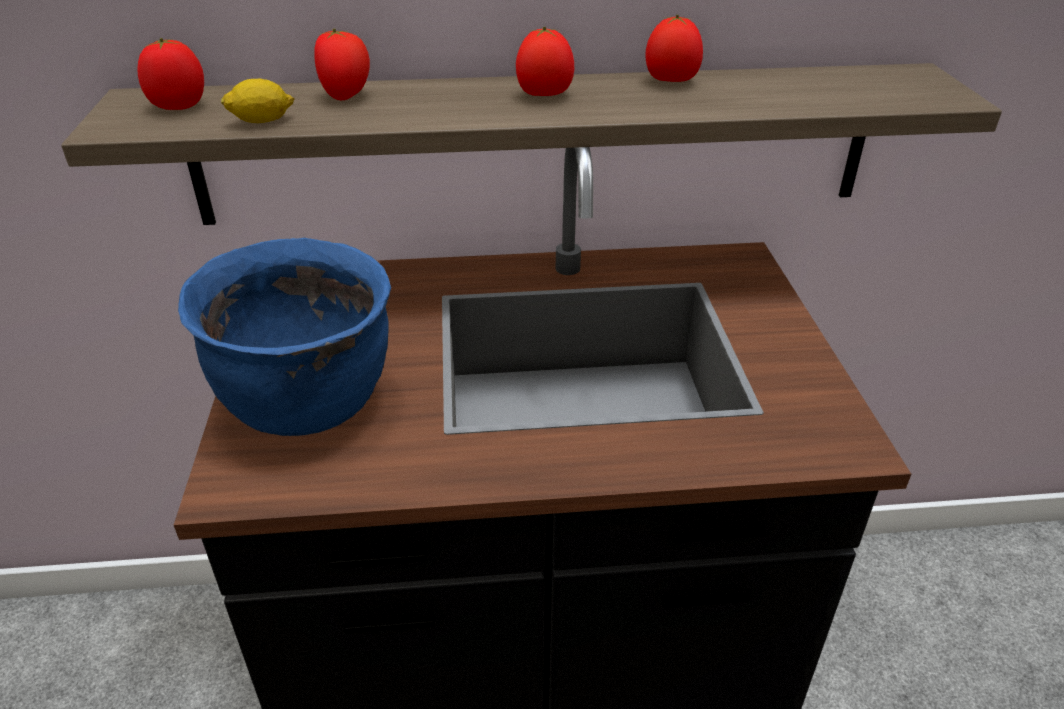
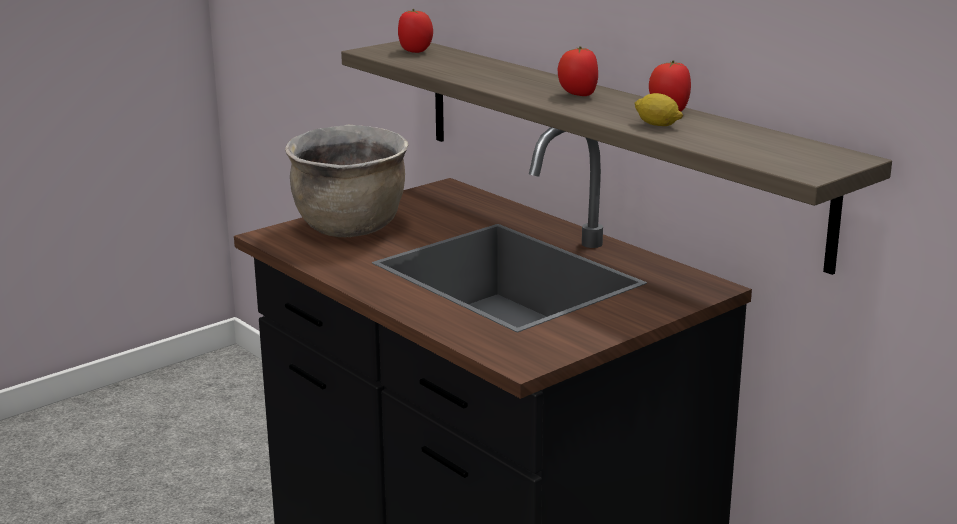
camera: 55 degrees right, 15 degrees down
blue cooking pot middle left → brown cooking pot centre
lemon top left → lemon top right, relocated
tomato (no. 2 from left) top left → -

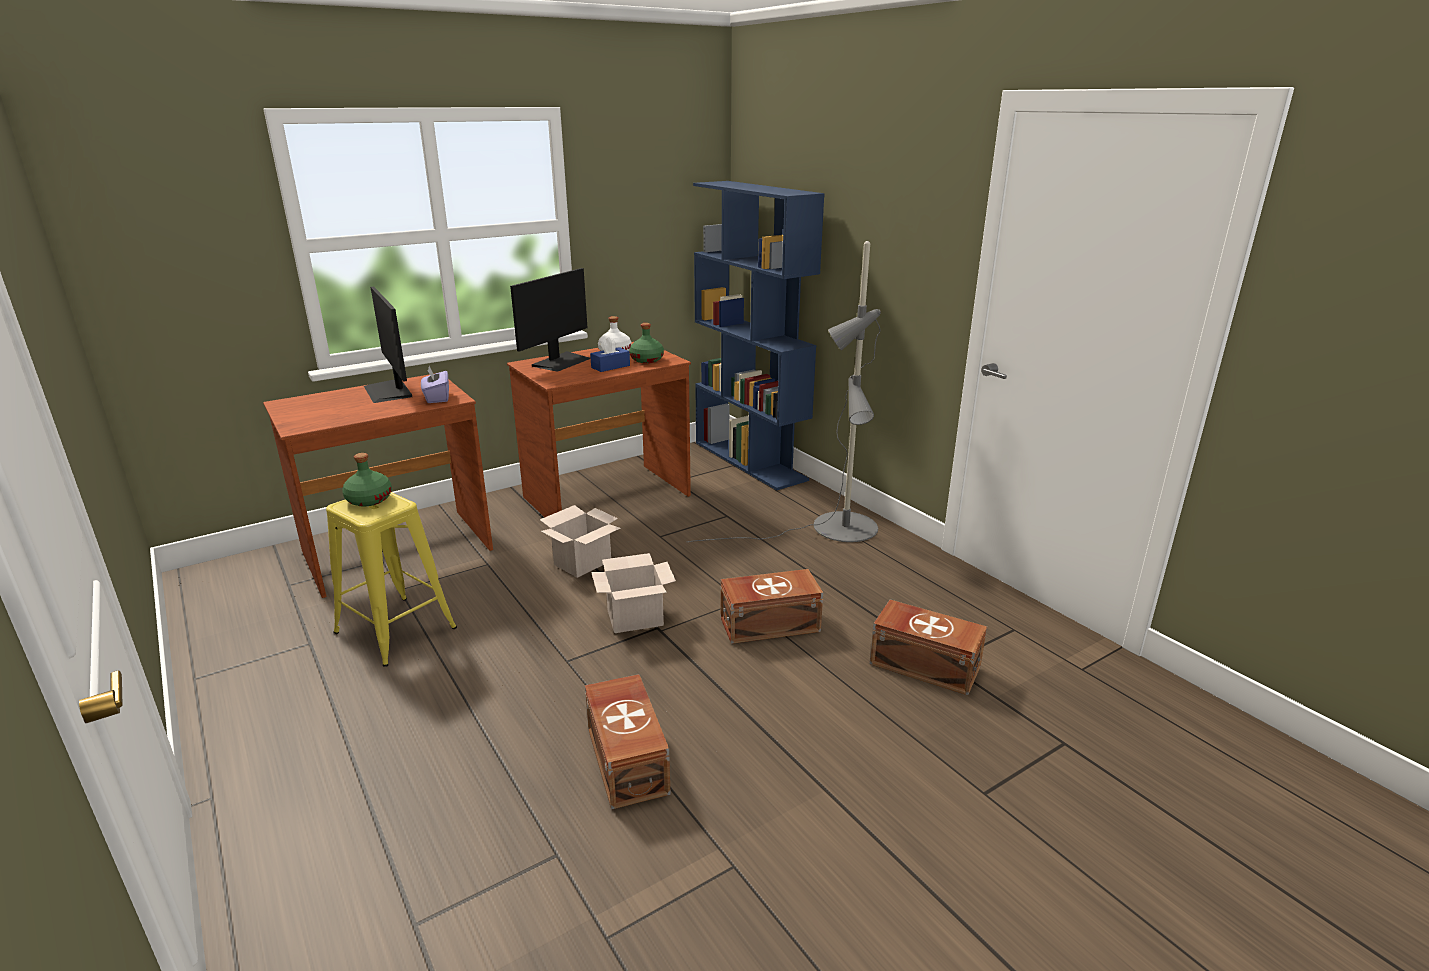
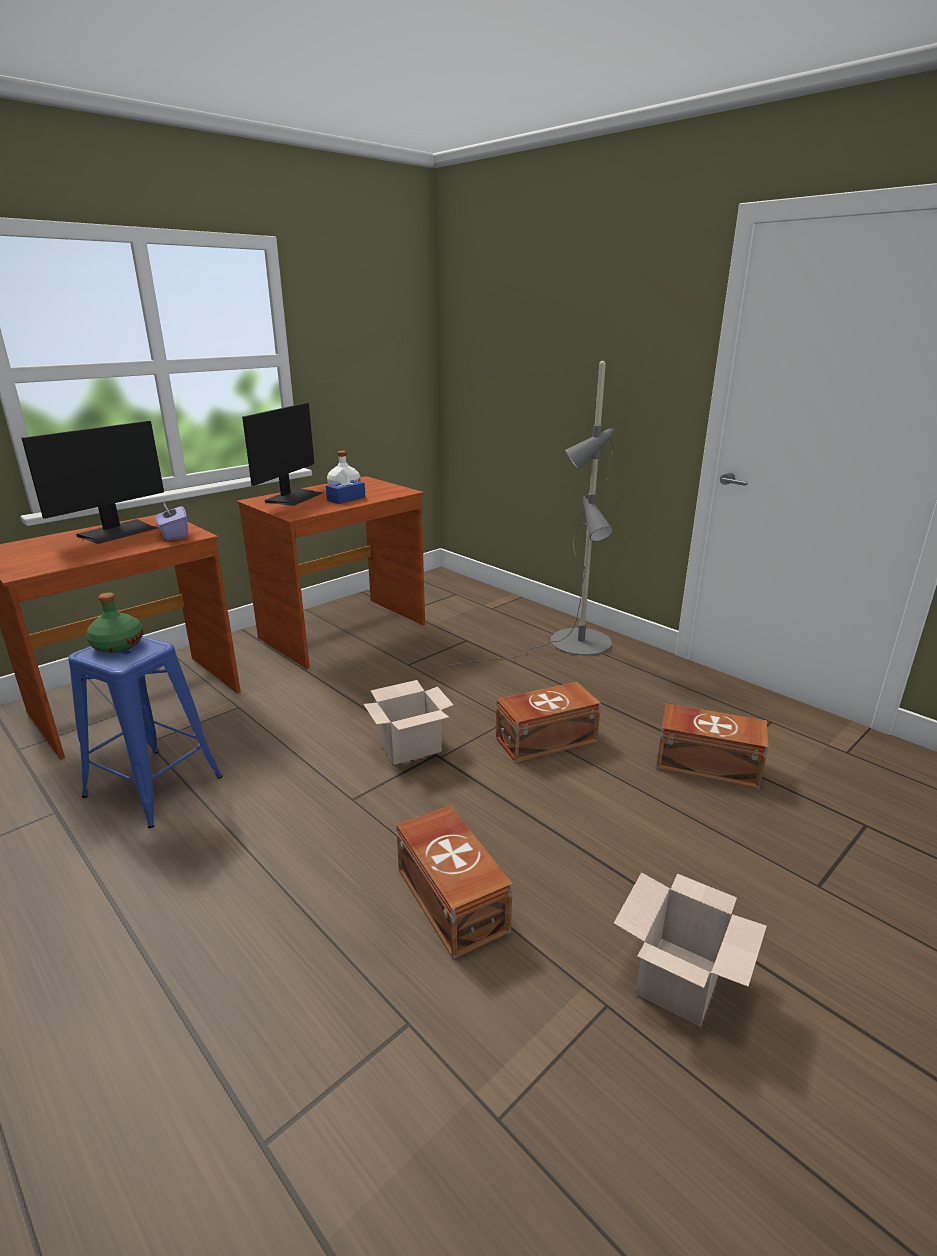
camera: 10 degrees left, 0 degrees up
monitor (no. 1 from left) middle left, 105 degrees counterclockwise
yellow stool middle left → blue stool middle left
cardboard box (no. 1 from left in the first image) centre → cardboard box (no. 2 from left) bottom right, relocated
green bottle (no. 2 from left) centre → -
blue bookcase centre → -

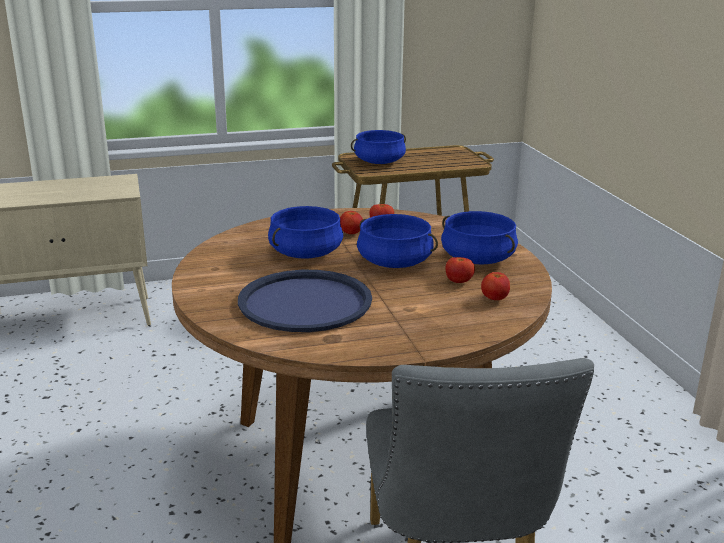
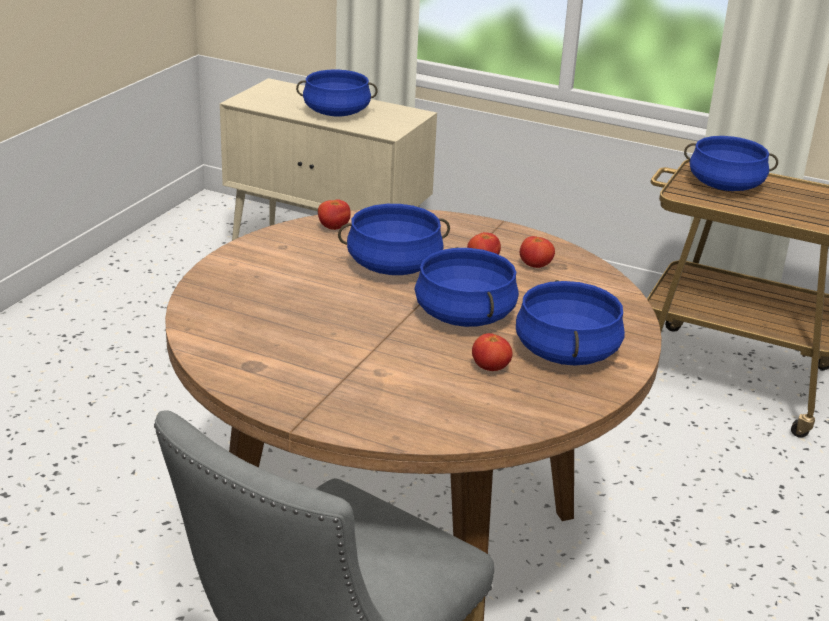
camera: 40 degrees right, 5 degrees up
- → blue cooking pot (no. 1 from left) top centre
tomato (no. 4 from left in the first image) middle right → tomato (no. 1 from left) centre, relocated
blue tray centre → -

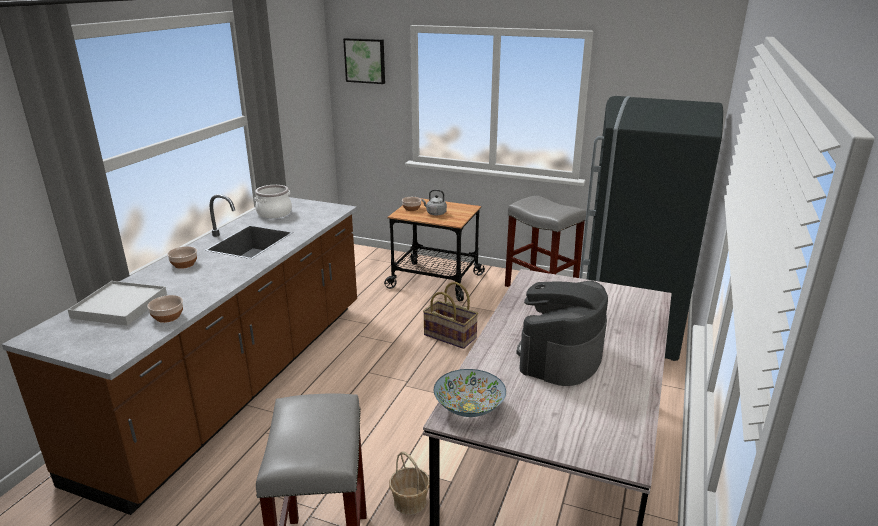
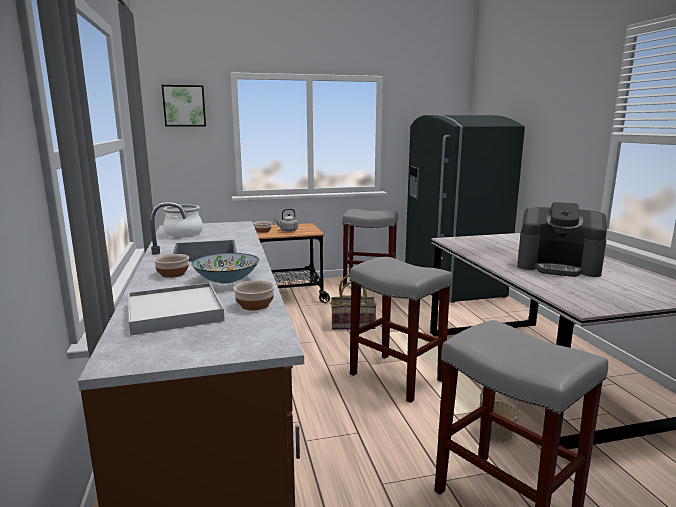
camera: 35 degrees left, 10 degrees down
bowl (no. 4 from left in the first image) bottom centre → bowl (no. 2 from left) middle left, relocated
- → grey stool (no. 2 from left) centre
coffee machine centre → coffee machine middle right, 60 degrees counterclockwise

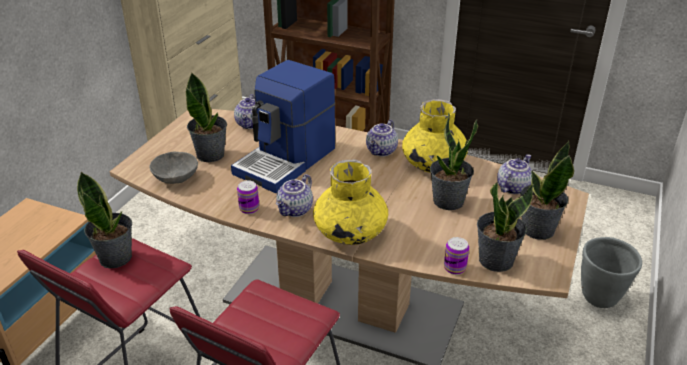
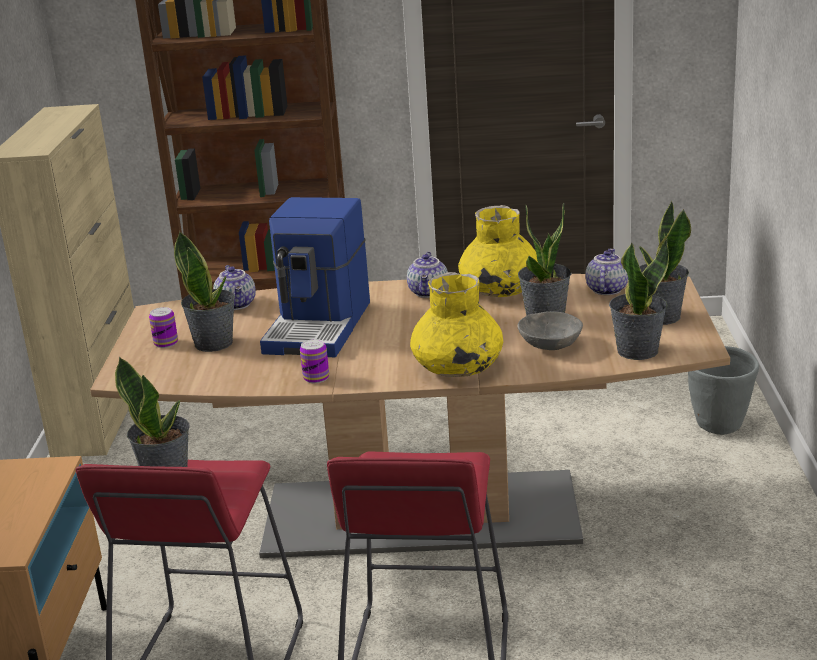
camera: 20 degrees left, 10 degrees down
can (no. 2 from left in the first image) bottom centre → can (no. 1 from left) middle left, relocated
grey bowl middle left → grey bowl middle right, relocated
teapot (no. 2 from left) centre → -

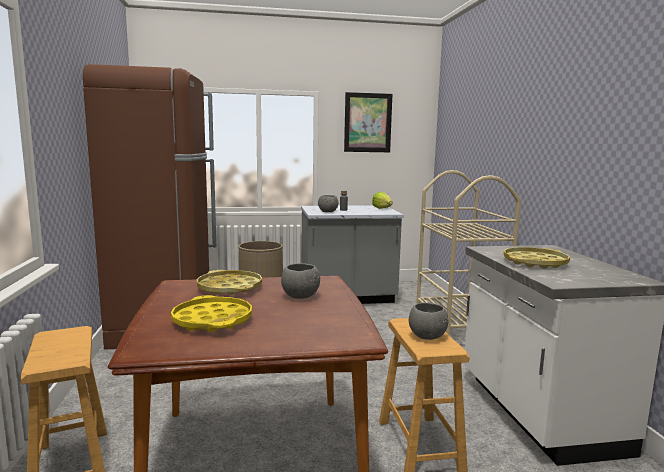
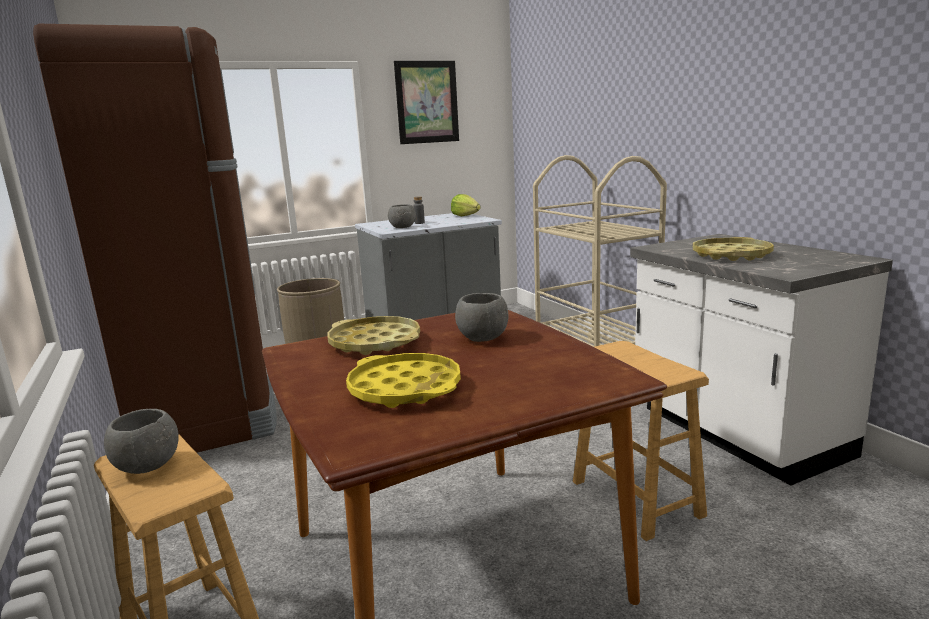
camera: 15 degrees left, 5 degrees up
grey bowl (no. 3 from left in the first image) bottom centre → grey bowl (no. 1 from left) bottom left, relocated

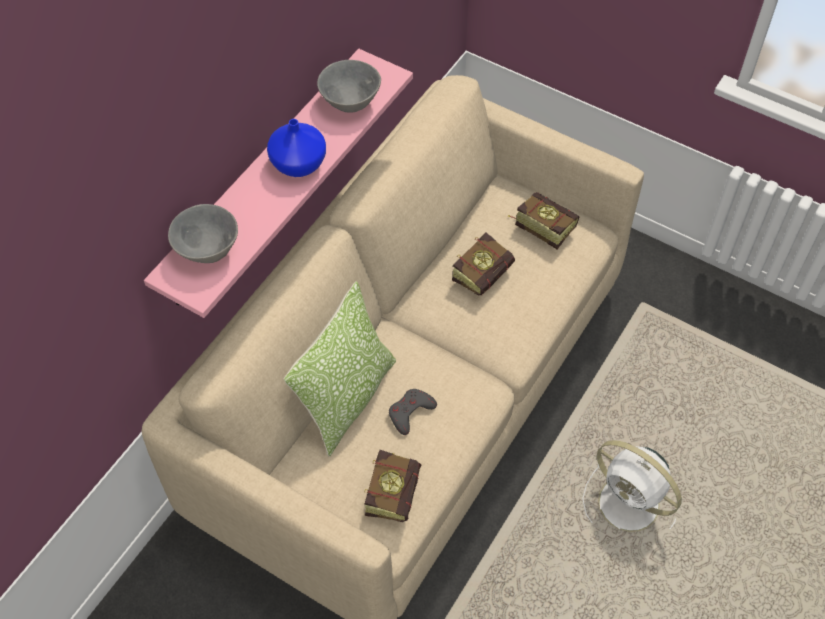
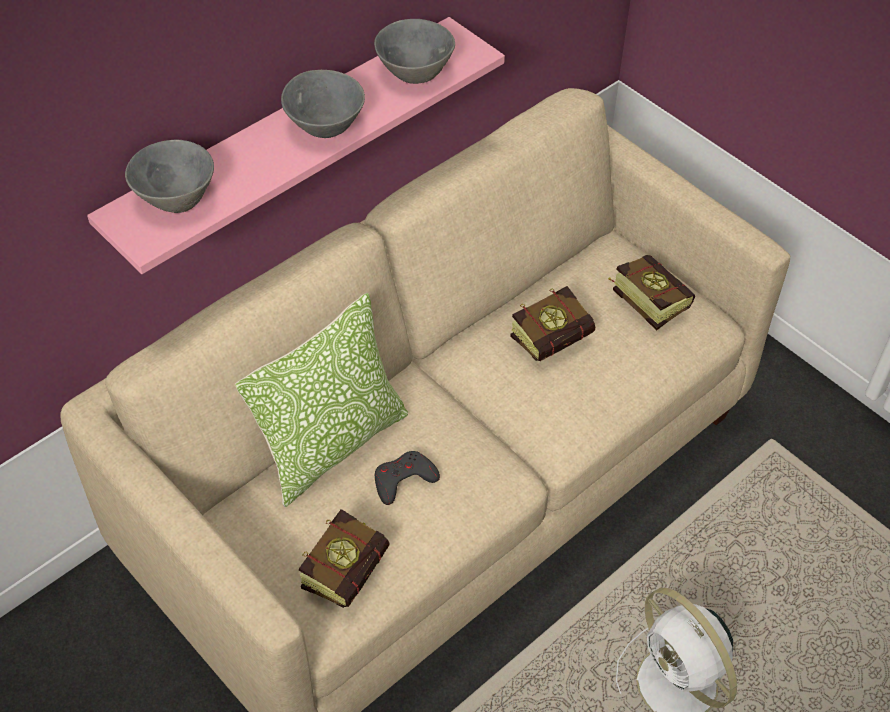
camera: 15 degrees right, 5 degrees down
blue vase top centre → grey bowl (no. 2 from left) top centre

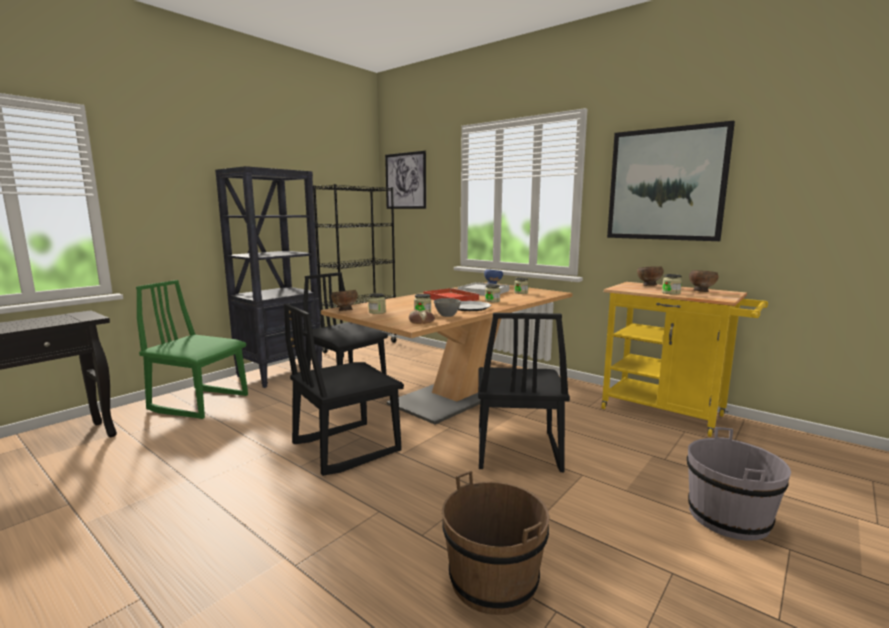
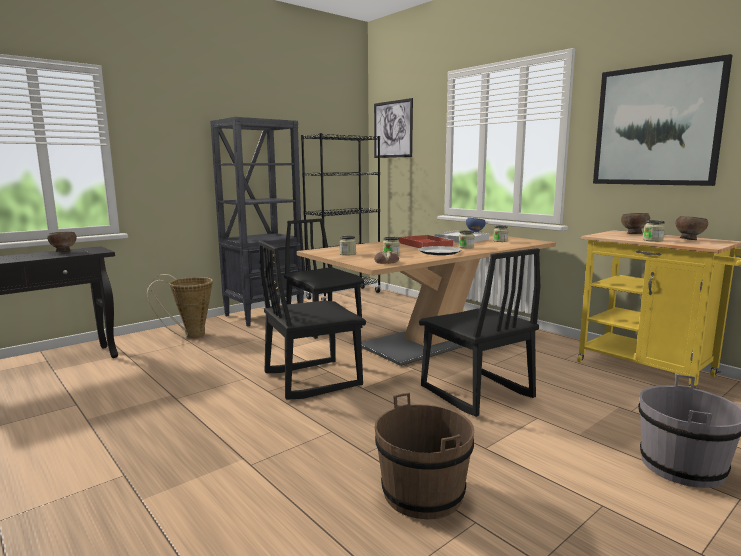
camera: 10 degrees right, 0 degrees up
brown bowl (no. 1 from left) centre → brown bowl (no. 1 from left) middle left, relocated
green chair middle left → basket middle left
black chair (no. 3 from left) centre, 45 degrees counterclockwise
grey bowl centre → -

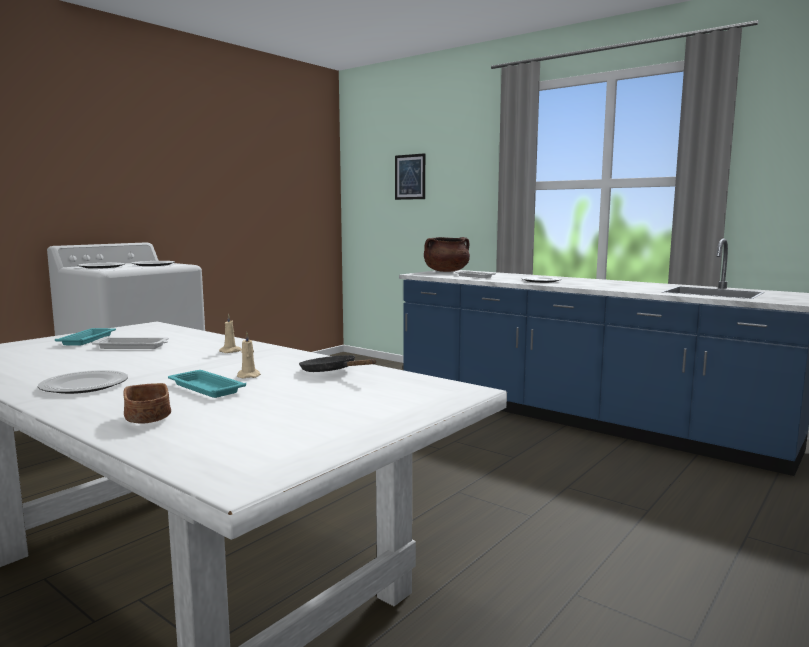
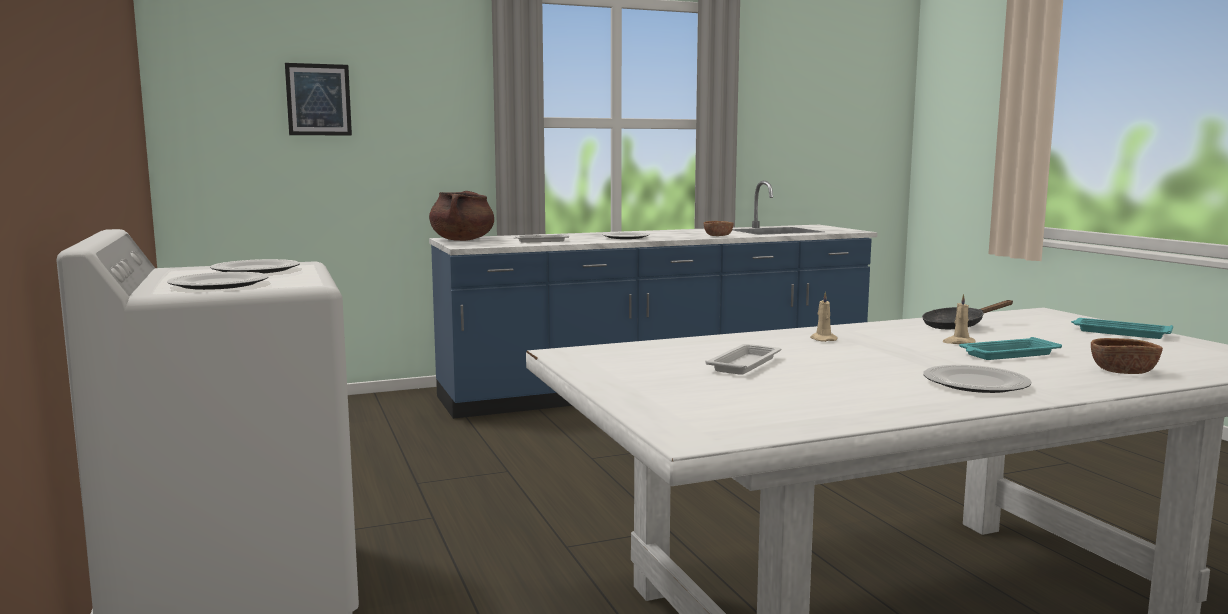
camera: 60 degrees left, 0 degrees up
- → brown bowl (no. 1 from left) centre
turquoise tray (no. 1 from left in the first image) middle left → turquoise tray (no. 2 from left) middle right, relocated

